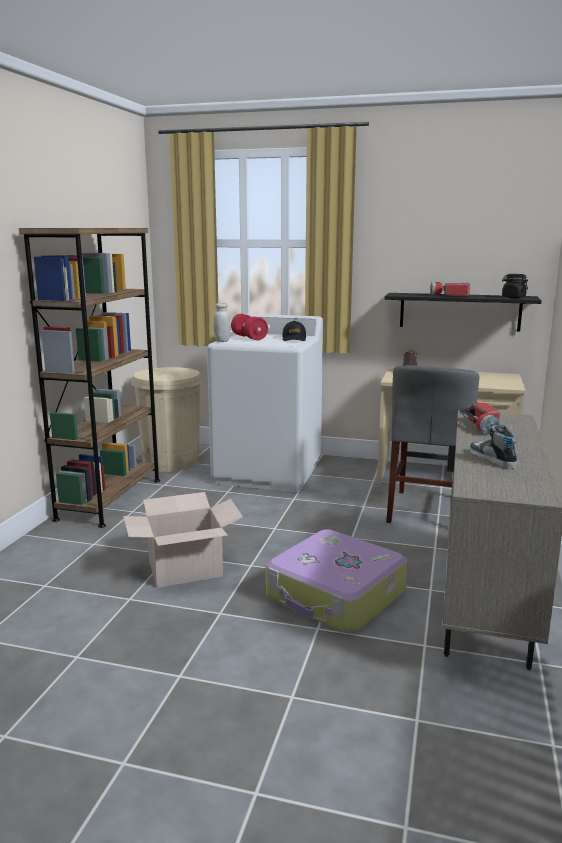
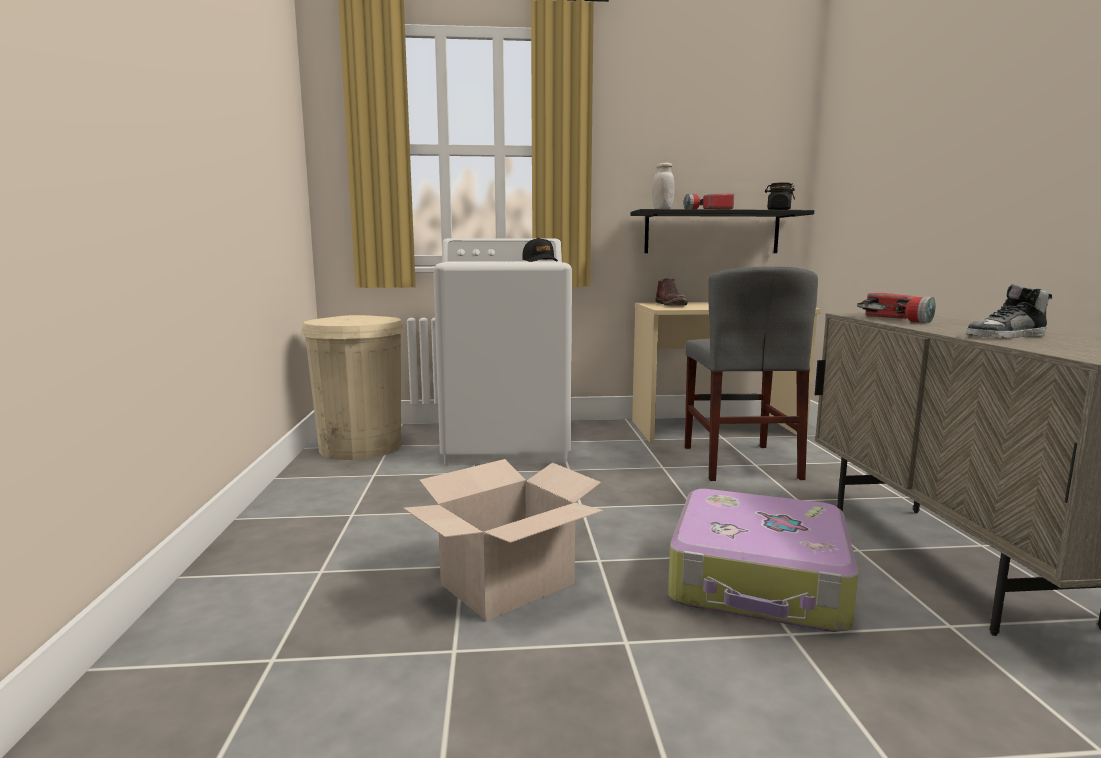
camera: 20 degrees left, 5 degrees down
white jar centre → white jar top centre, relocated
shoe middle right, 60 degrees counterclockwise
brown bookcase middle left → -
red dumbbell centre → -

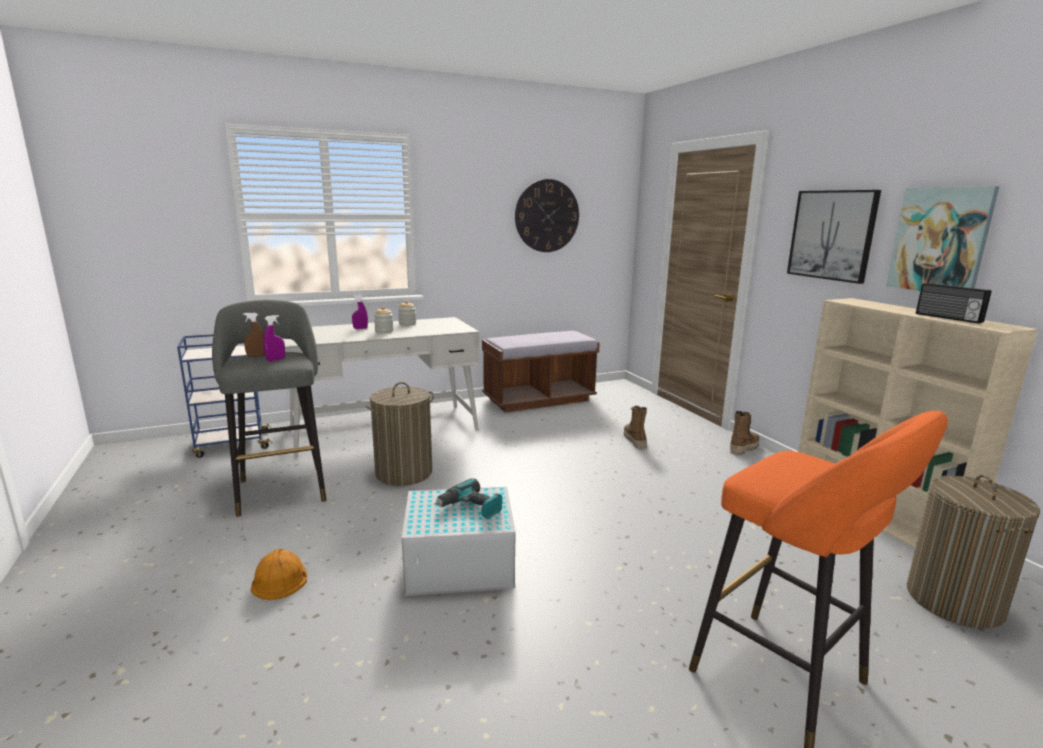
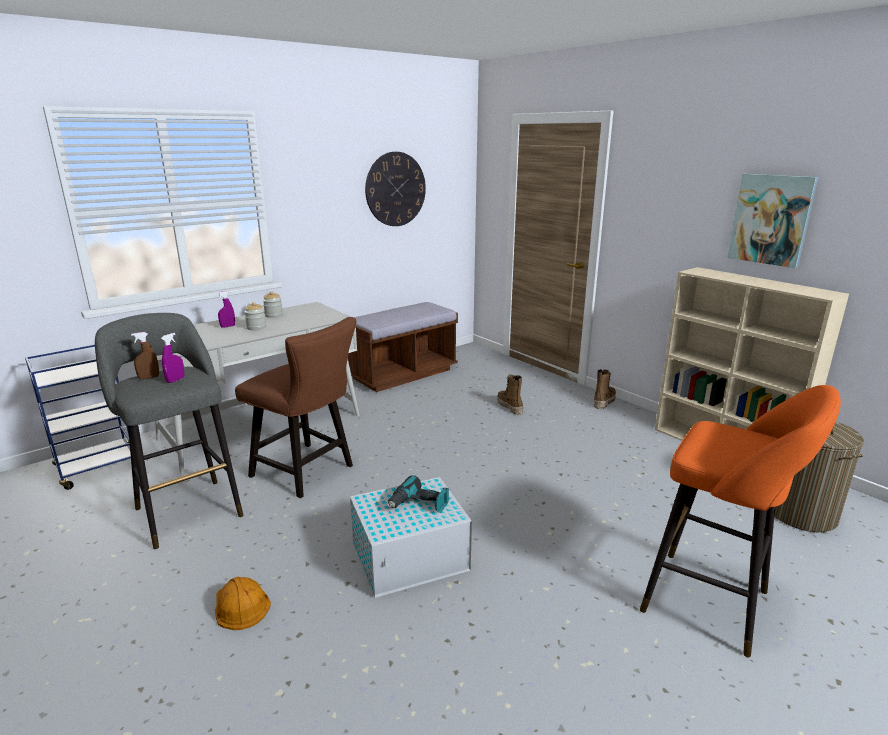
camera: 15 degrees left, 5 degrees up
laundry basket (no. 1 from left) centre → brown chair centre
picture (no. 1 from left) top right → -
radio middle right → -

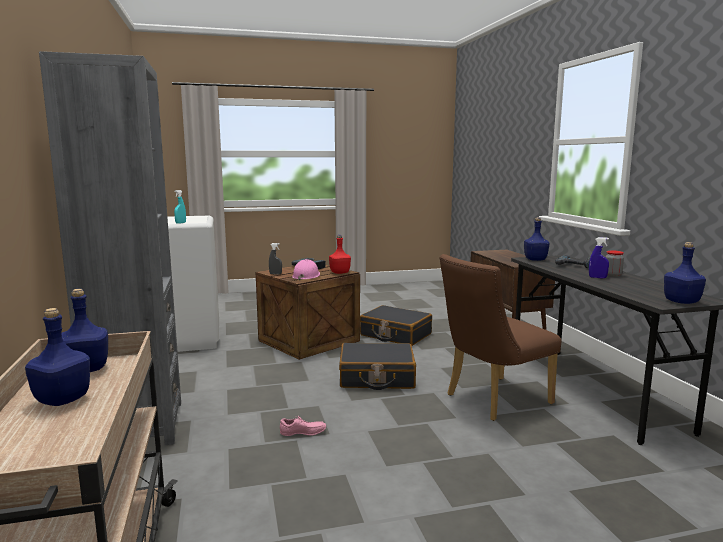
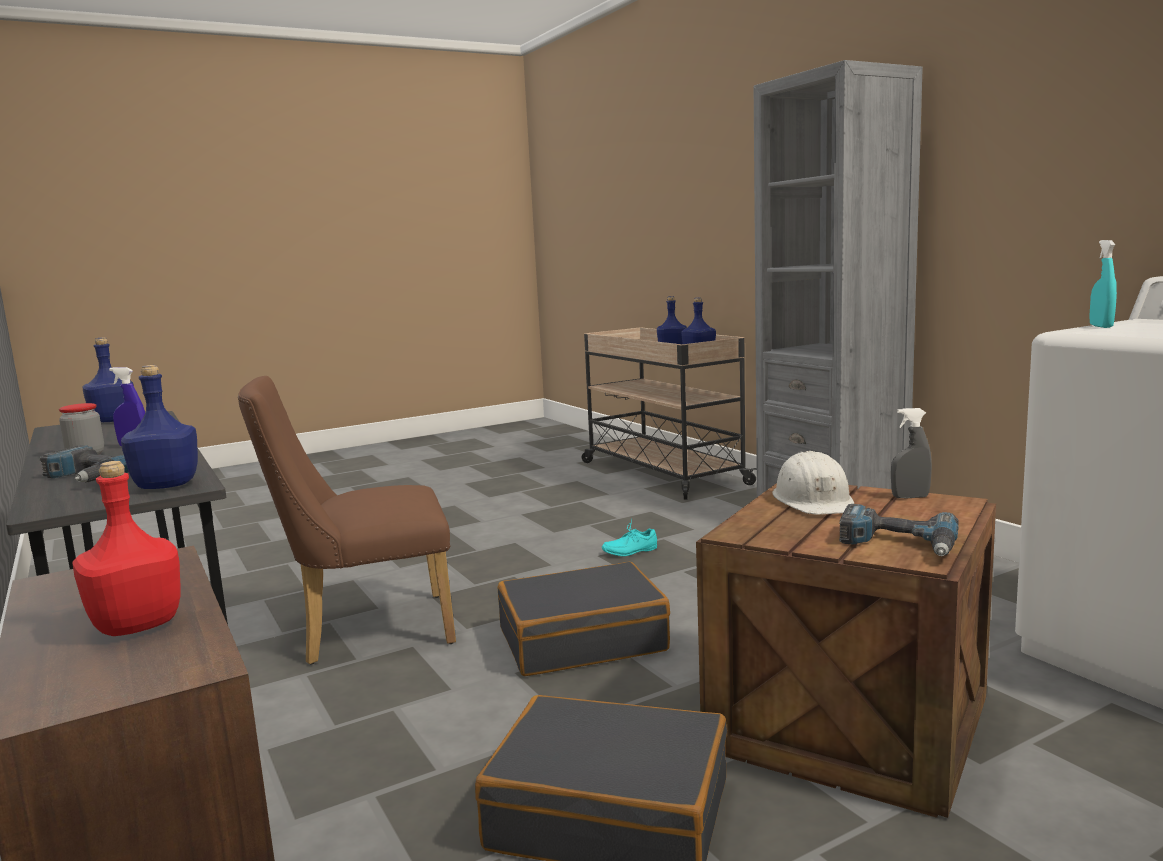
camera: 165 degrees right, 0 degrees up
red bottle centre → red bottle middle left, relocated
brown chair middle right → brown chair middle left, 150 degrees counterclockwise
pink shoe bottom centre → turquoise shoe centre
pink hard hat centre → white hard hat middle right

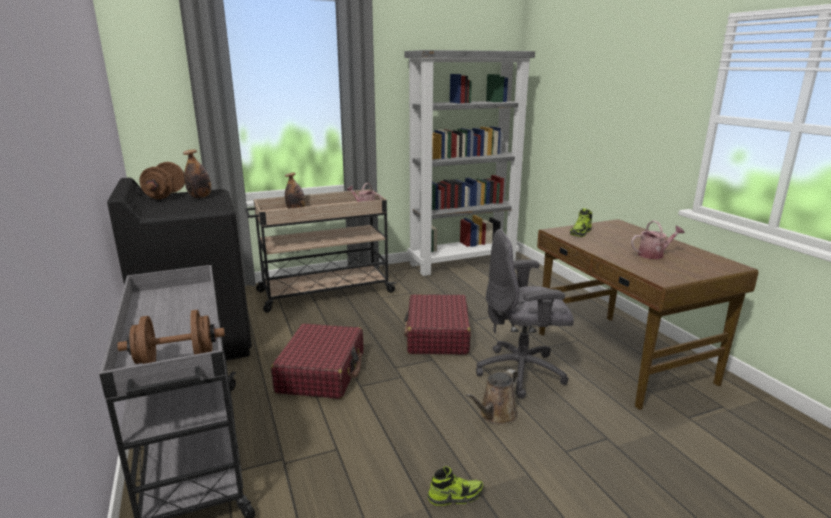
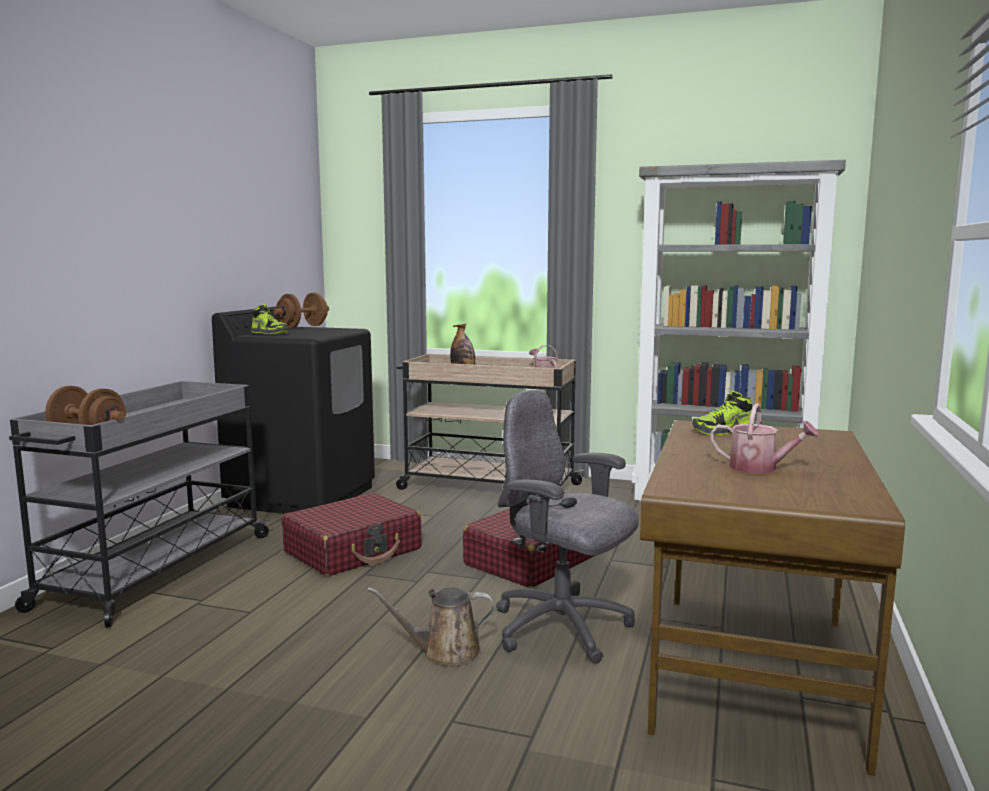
camera: 40 degrees right, 10 degrees down
shoe (no. 1 from left) bottom centre → shoe (no. 1 from left) middle left, relocated
bottle (no. 1 from left) middle left → -

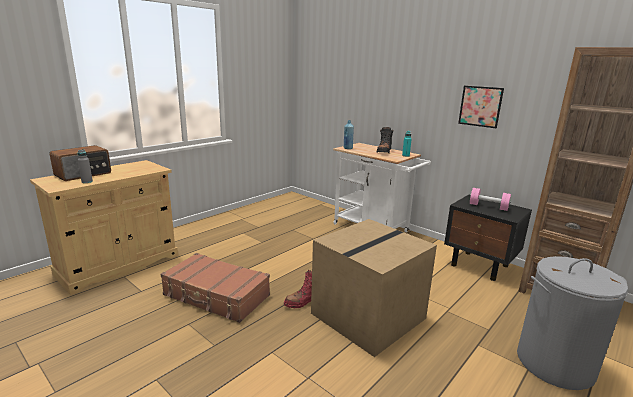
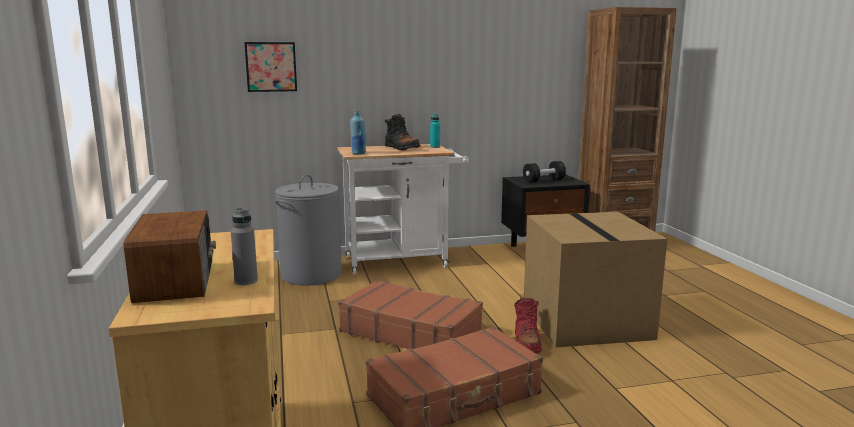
camera: 55 degrees left, 5 degrees down
picture top right → picture top left, relocated
grey laundry basket bottom right → grey laundry basket centre, relocated
- → brown suitcase (no. 1 from left) bottom centre
pink dumbbell middle right → black dumbbell centre

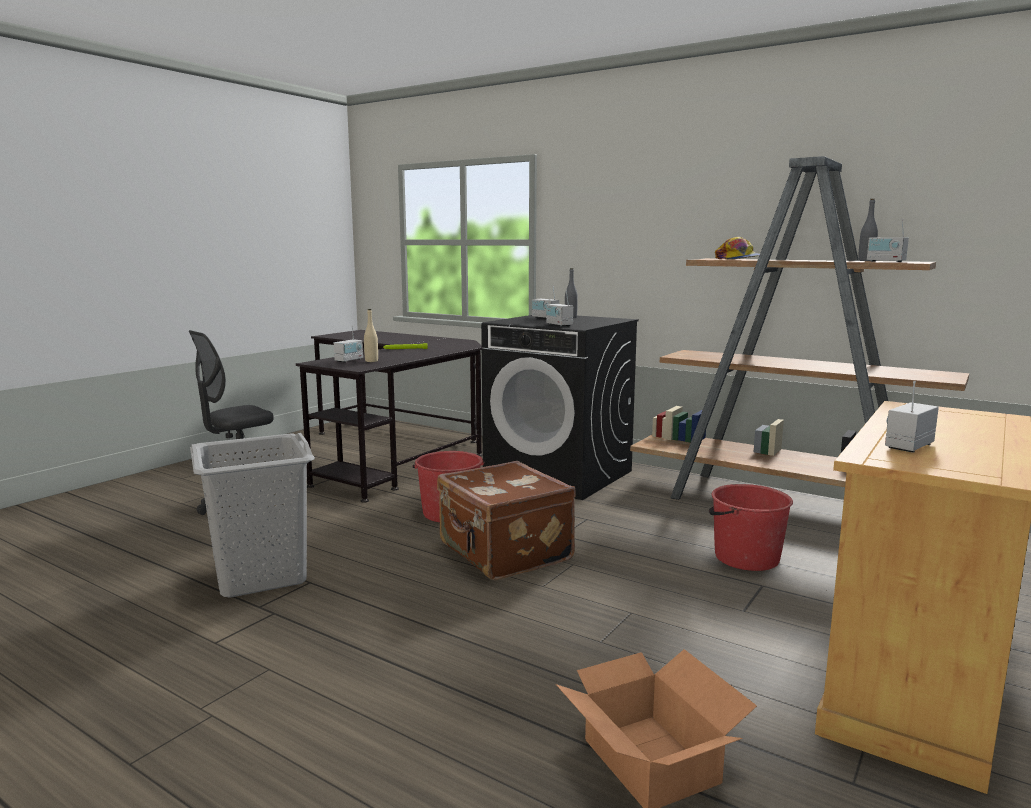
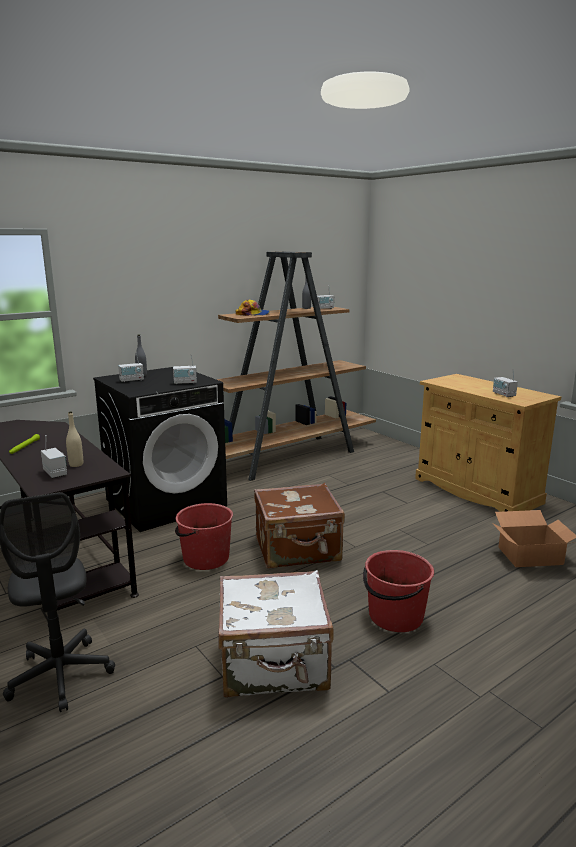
camera: 70 degrees left, 5 degrees up
grey laundry basket middle left → white suitcase bottom centre
red bucket (no. 2 from left) middle right → red bucket (no. 2 from left) bottom right, relocated

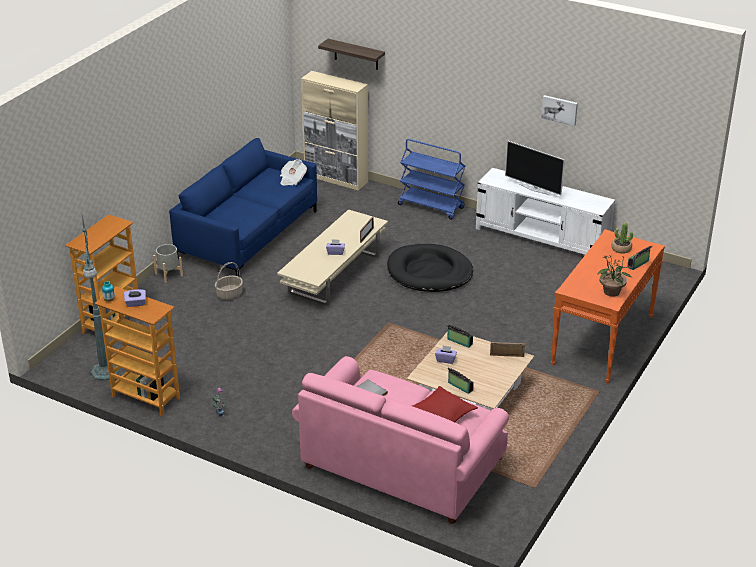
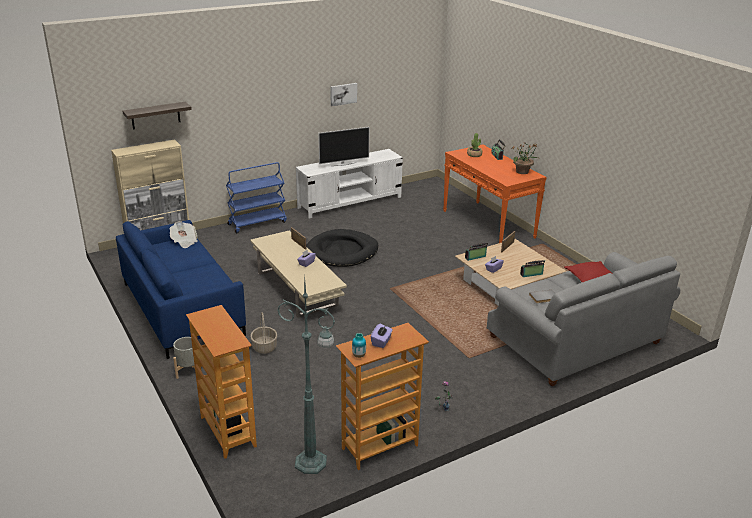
camera: 60 degrees left, 5 degrees down
pink sofa bottom centre → grey sofa middle right

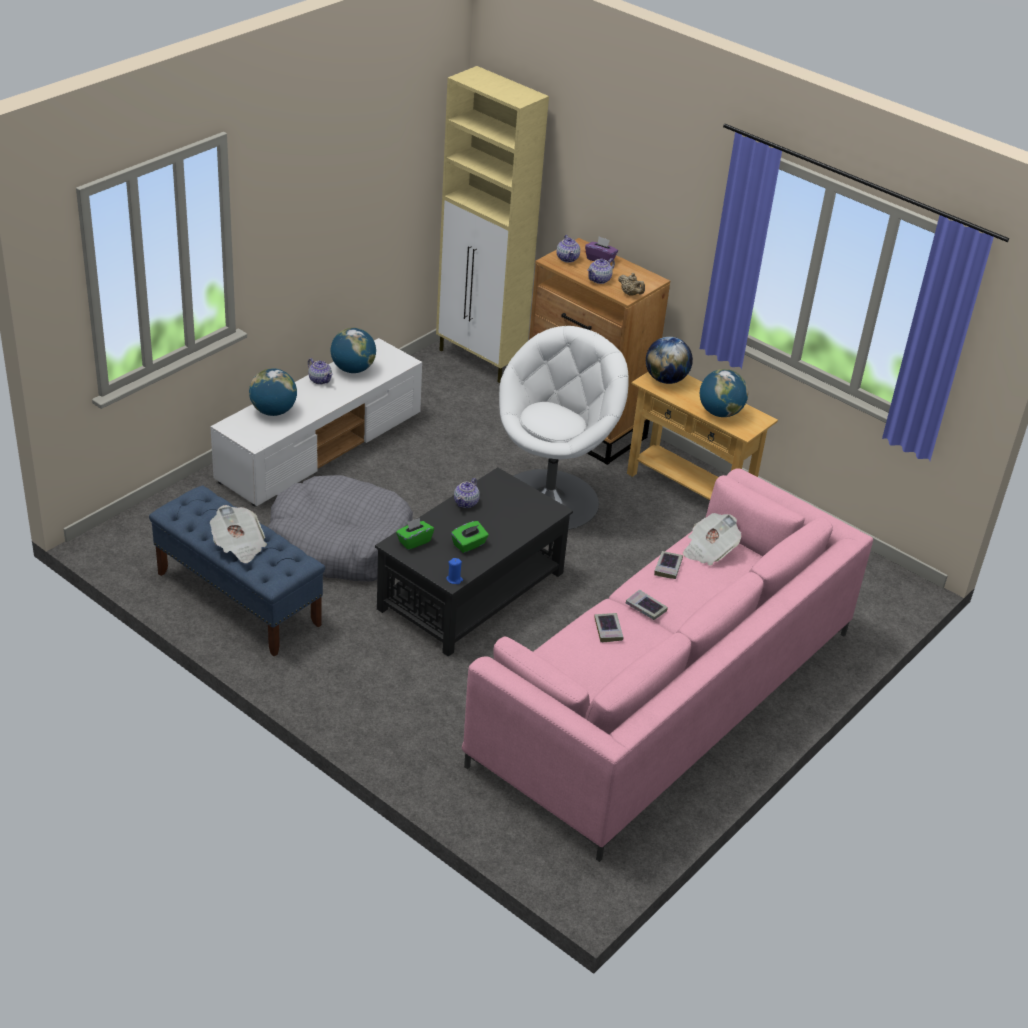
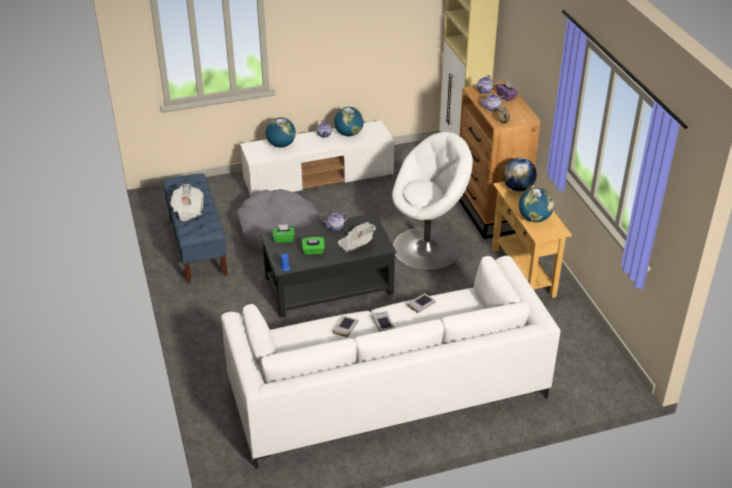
camera: 35 degrees right, 0 degrees up
pink sofa centre → white sofa bottom centre
newspaper (no. 2 from left) middle right → newspaper (no. 2 from left) centre, relocated

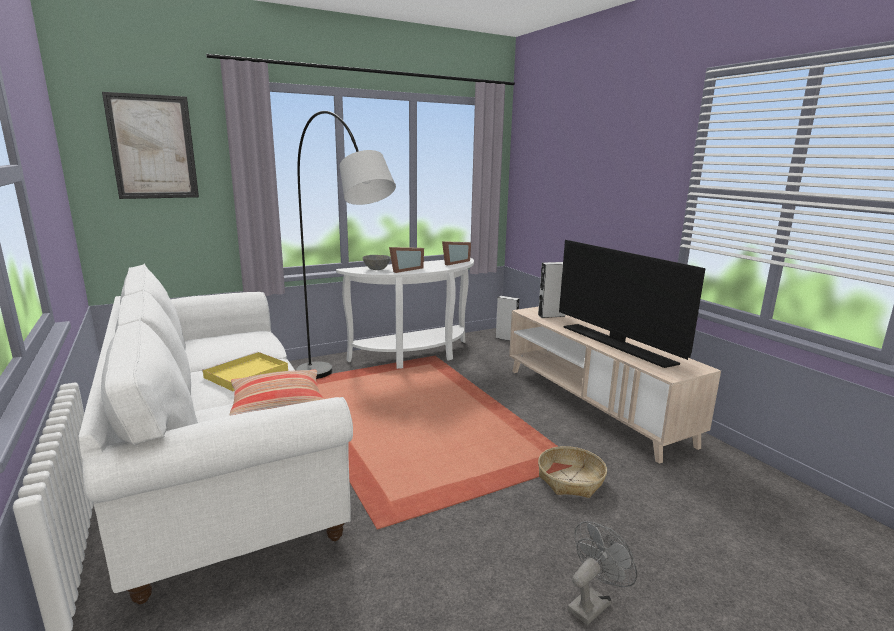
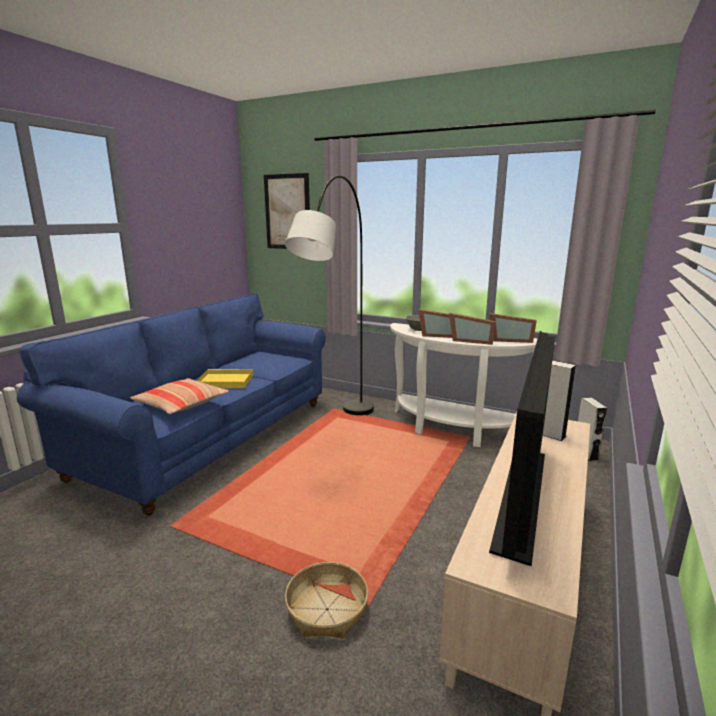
camera: 55 degrees right, 0 degrees up
white sofa bottom left → blue sofa middle left
- → picture frame (no. 2 from left) centre
grey fan bottom right → -

